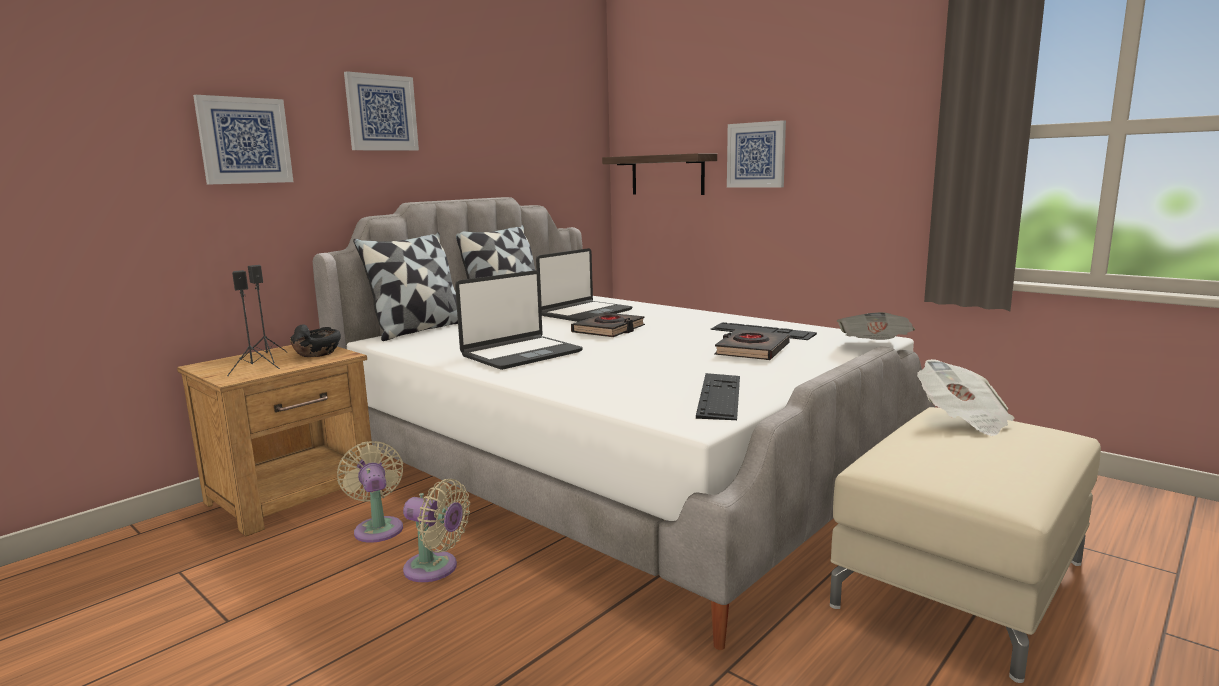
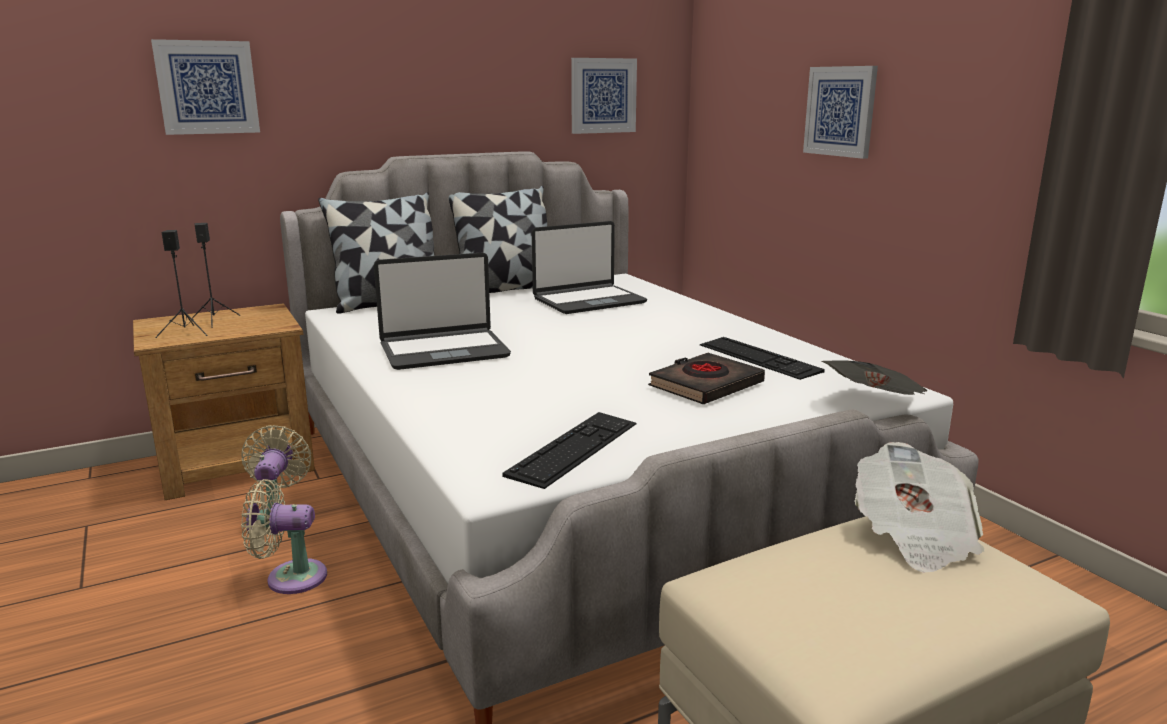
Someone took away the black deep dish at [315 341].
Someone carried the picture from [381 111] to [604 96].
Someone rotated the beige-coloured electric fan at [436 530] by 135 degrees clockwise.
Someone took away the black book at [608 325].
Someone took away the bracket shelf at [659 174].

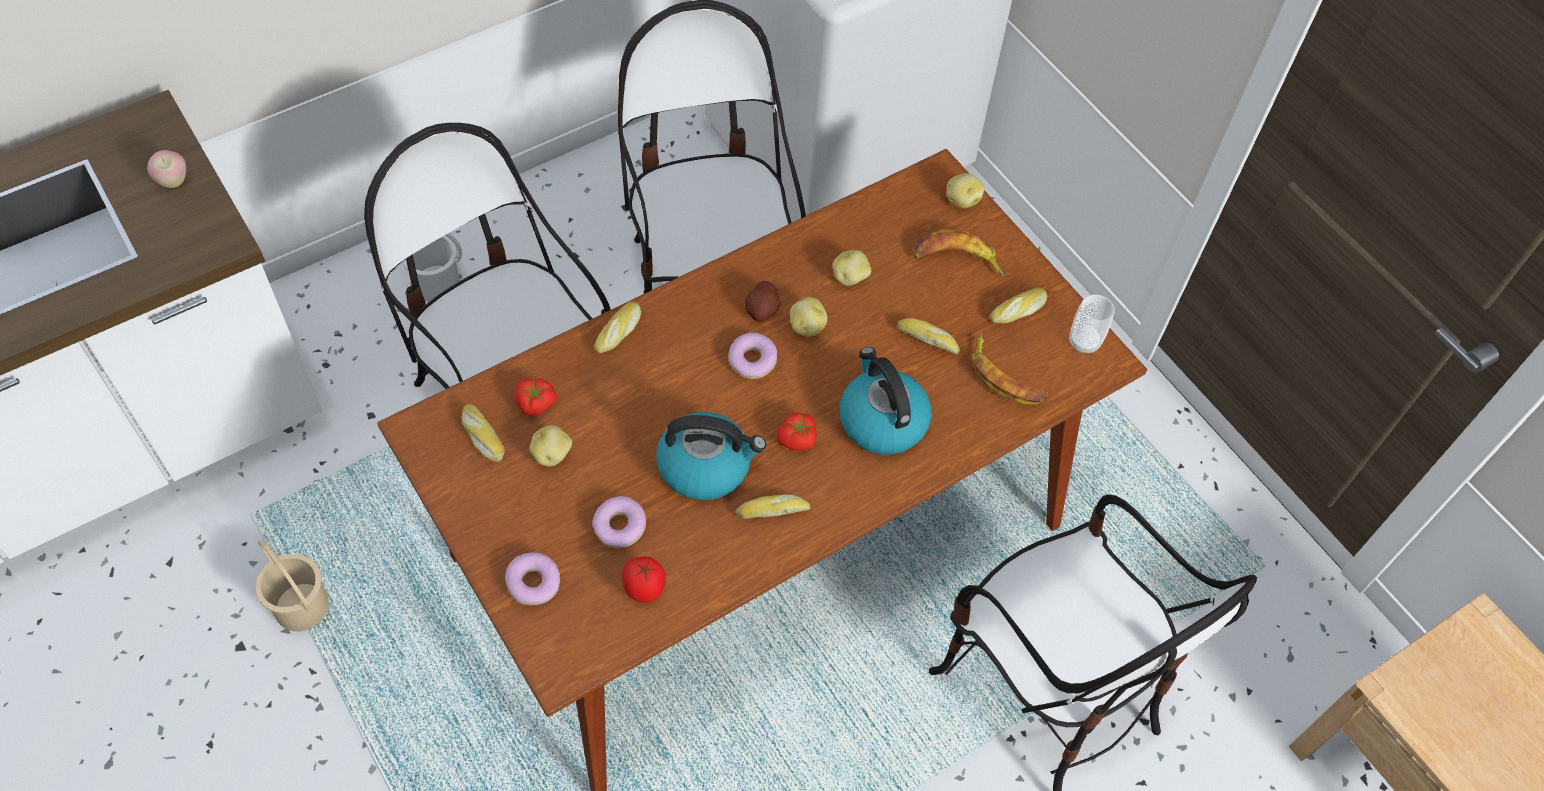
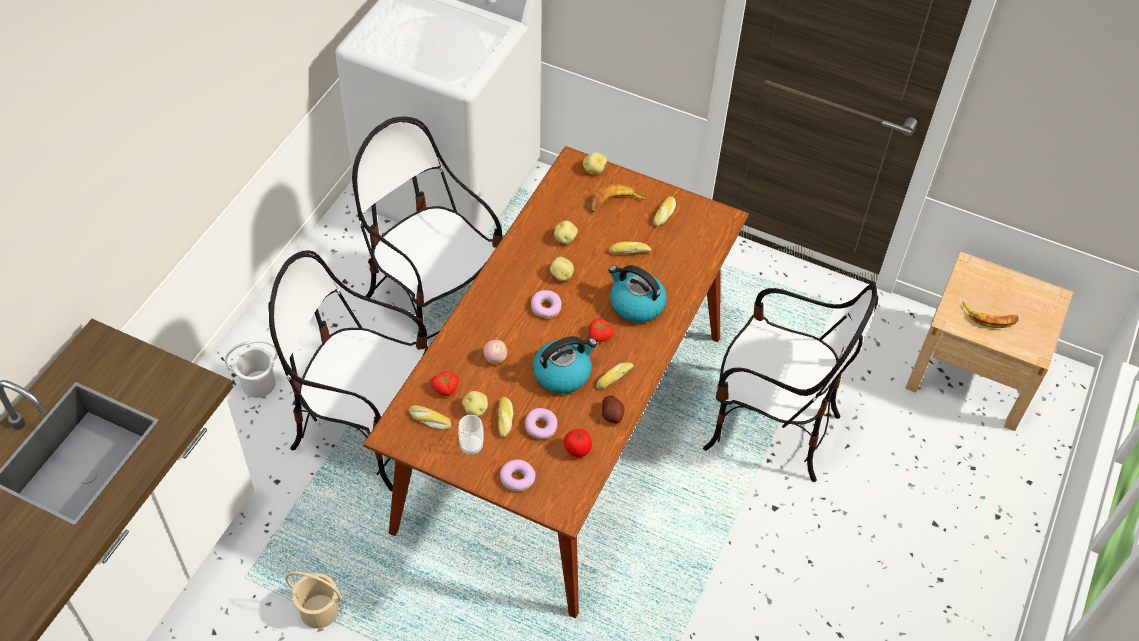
Someone carried the whole apple from [166 169] to [495 352].
Someone carried the bread from [617 327] to [506 417].
Someone carried the potato from [762 301] to [613 409].
Someone carried the whole banana from [1010 369] to [990 314].
Someone carried the small cup from [1092 323] to [471 435].

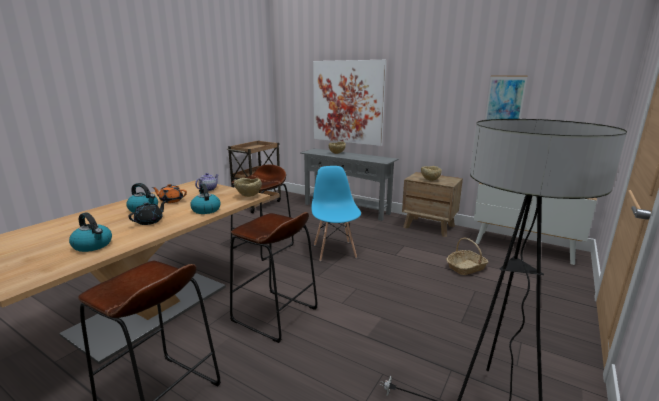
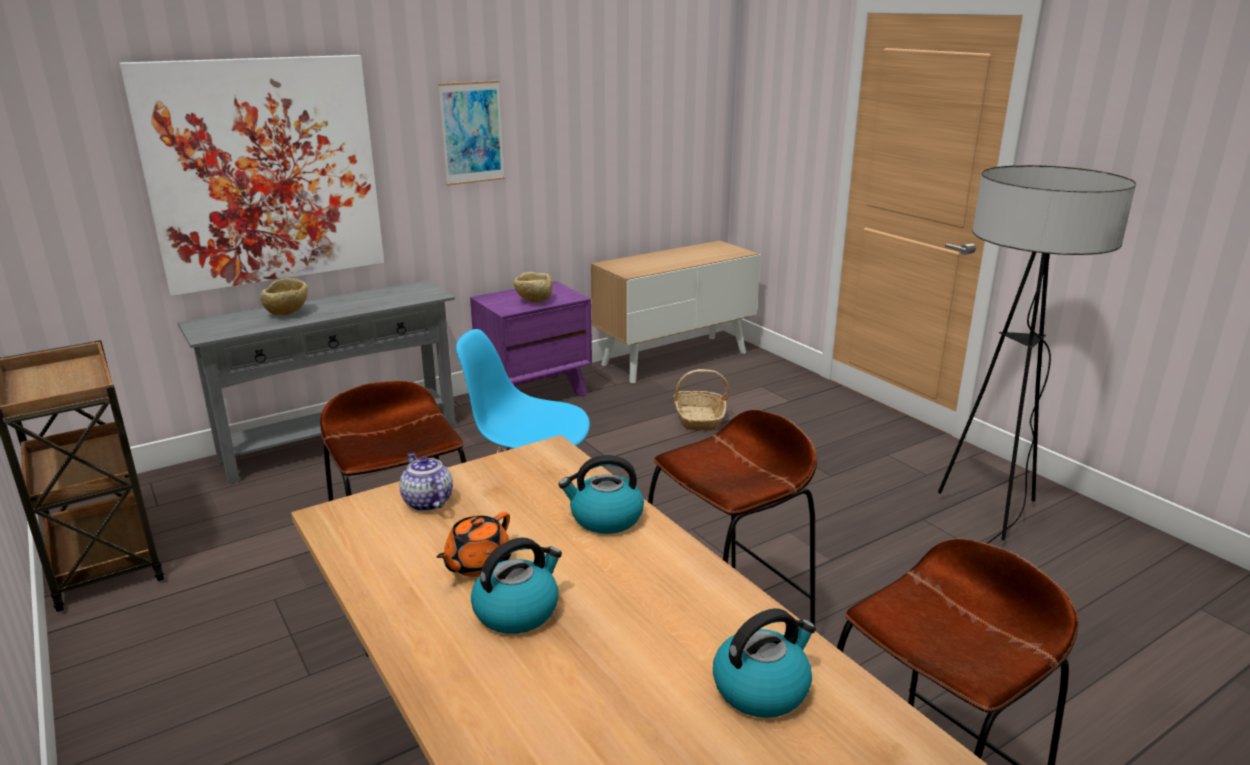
Someone took away the black teapot at [147 213].
Someone took away the beige-coloured deep dish at [248 187].
Someone repainted the brown bedside table at [432 204], which became the purplish bedside table at [531 339].
Someone carried the picture from [506 98] to [471 133].

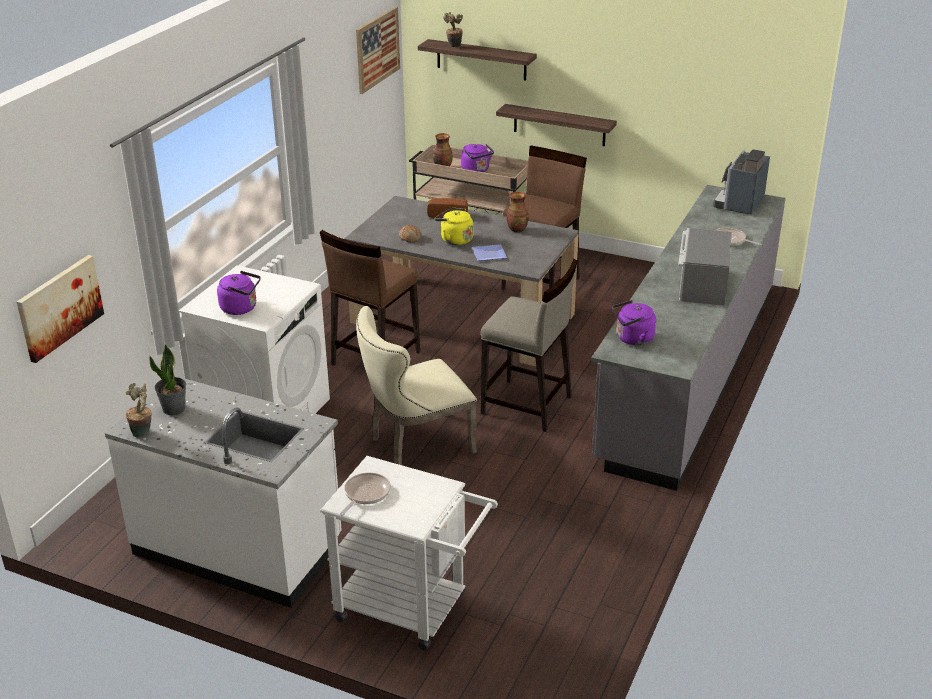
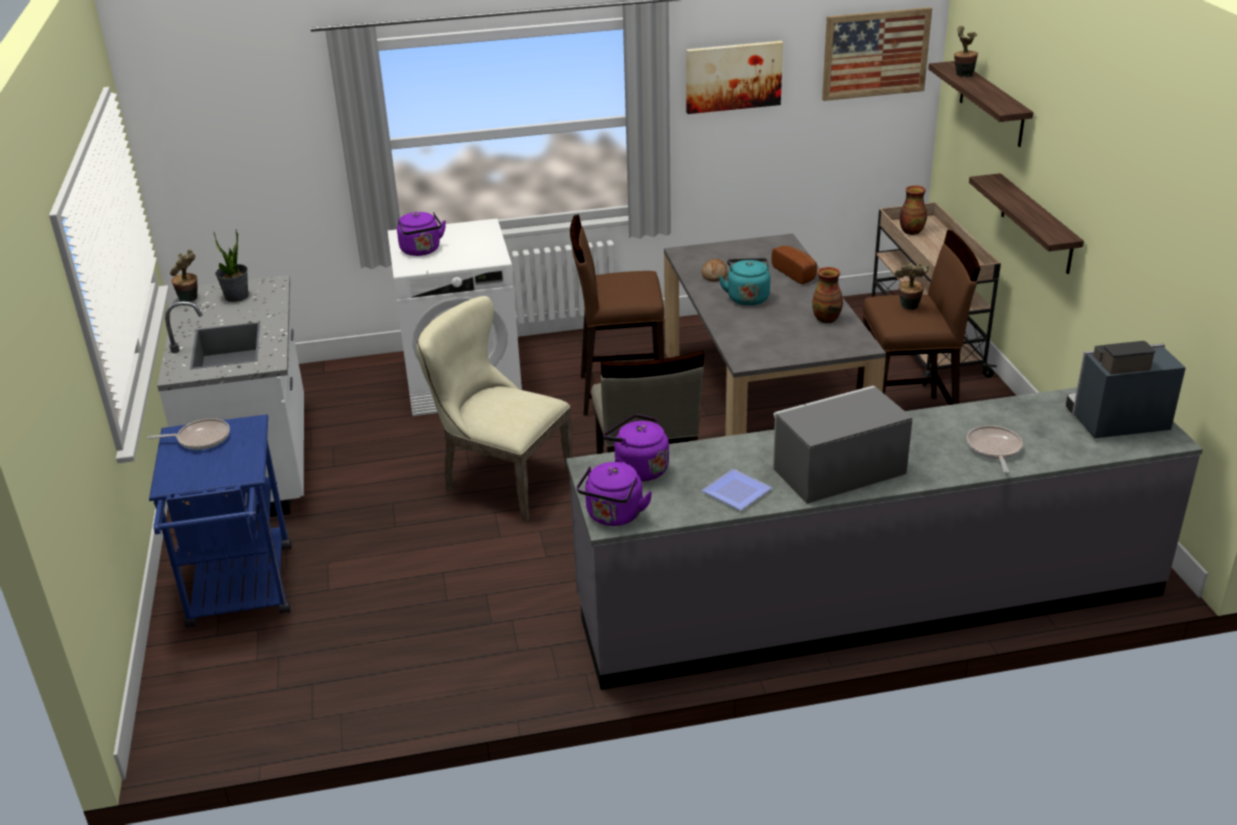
Someone carried the picture from [60 309] to [734 77].
Someone repainted the white-coloured trolley at [409 553], which became the blue trolley at [220 521].
Someone repainted the yellowish water kettle at [454 226], which became the turquoise-coloured water kettle at [744 282].
Someone carried the purplish water kettle from [477 158] to [615 494].
Someone carried the plate from [489 252] to [737 489].
Someone put down the plant in a pot at [912 286].

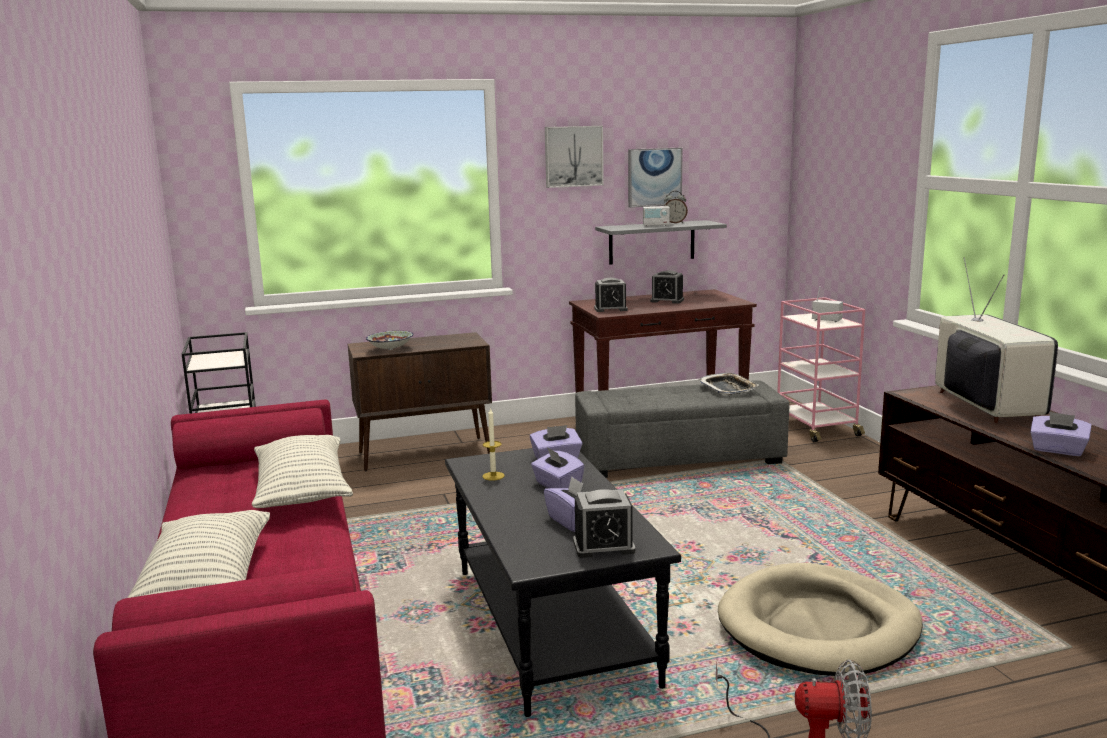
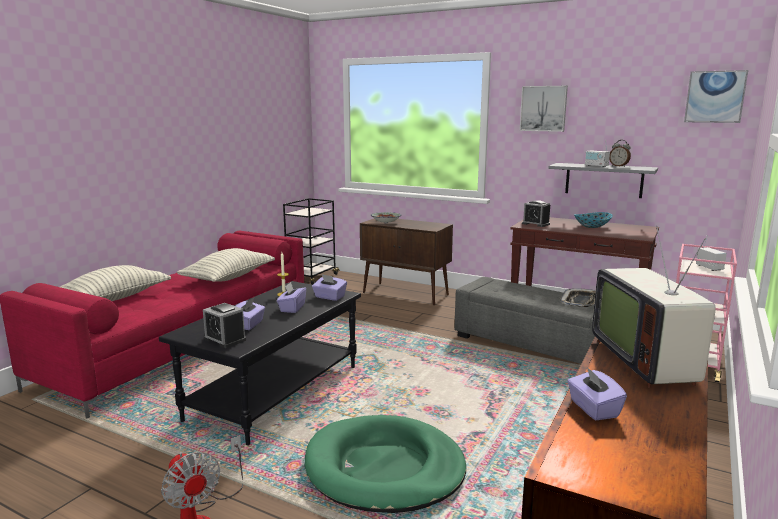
Someone carried the picture from [655 178] to [716 96].
Someone swapped the alarm clock at [667 287] for the deep dish at [593 220].
Someone repainted the beige-coloured pet bed at [820 619], which became the green-coloured pet bed at [385 464].
Someone rotated the TV set at [996 340] by 135 degrees clockwise.

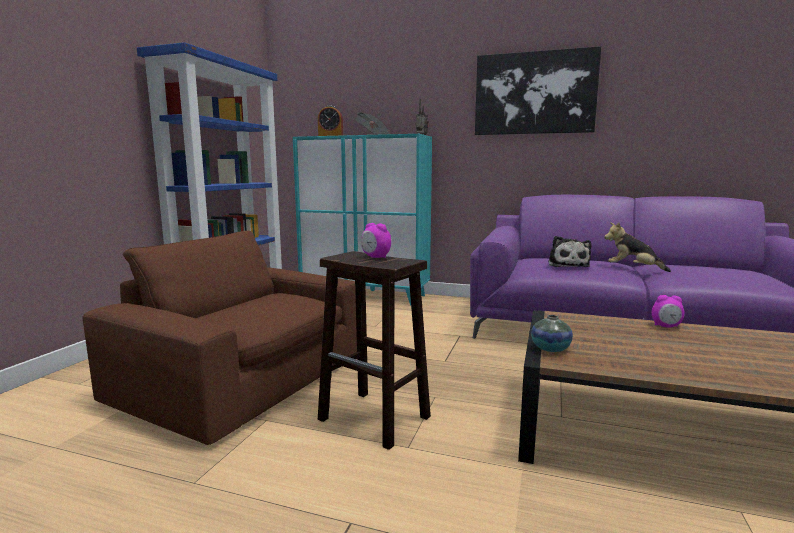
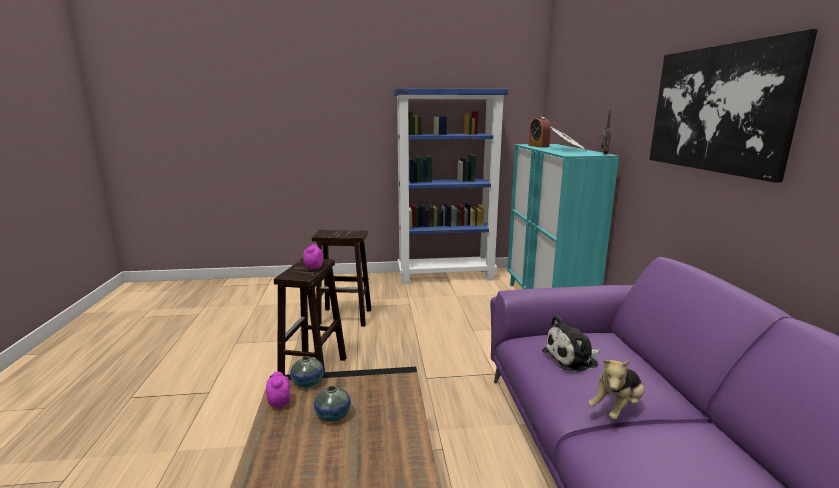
Someone swapped the brown easy chair at [220 338] for the brown sitting stool at [341 278].
Someone rotated the soft toy at [637 247] by 135 degrees counterclockwise.
Someone carried the alarm clock from [668 311] to [278 391].
Someone put down the flower vase at [332 404].

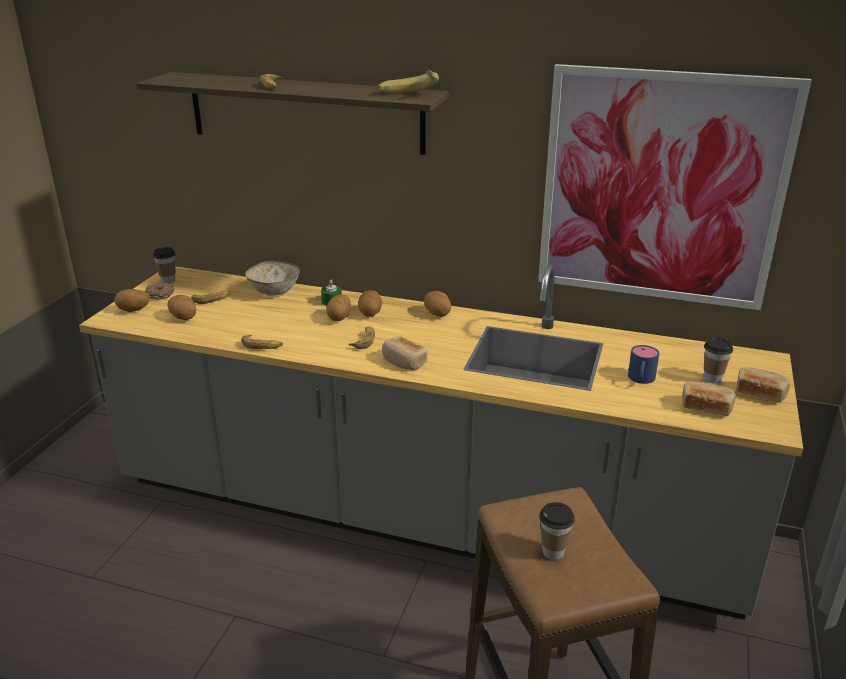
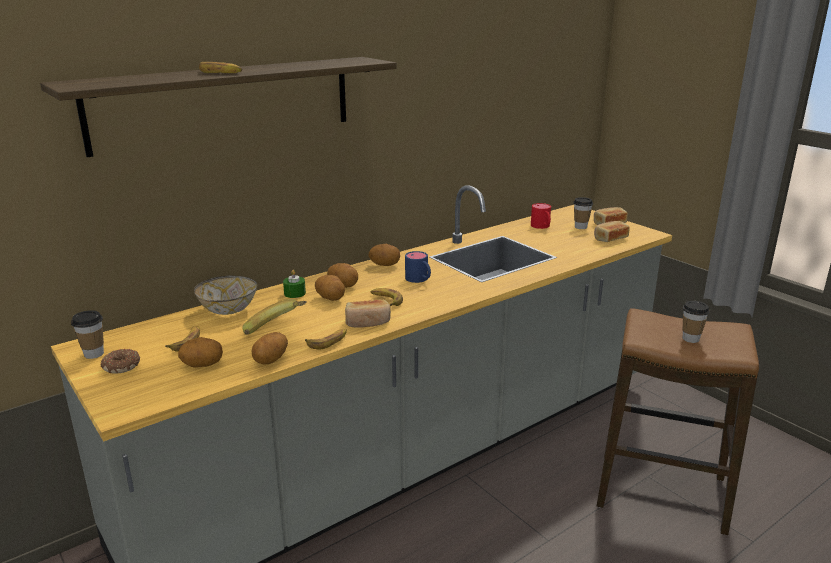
Someone carried the potato from [132 300] to [270 348].
Someone carried the whole banana from [408 81] to [274 317].
Someone carried the bread from [405 353] to [368 313].
Someone took away the picture at [674 187].
Someone carried the blue mug from [643 364] to [418 267].
Someone put down the reddish mug at [541 216].

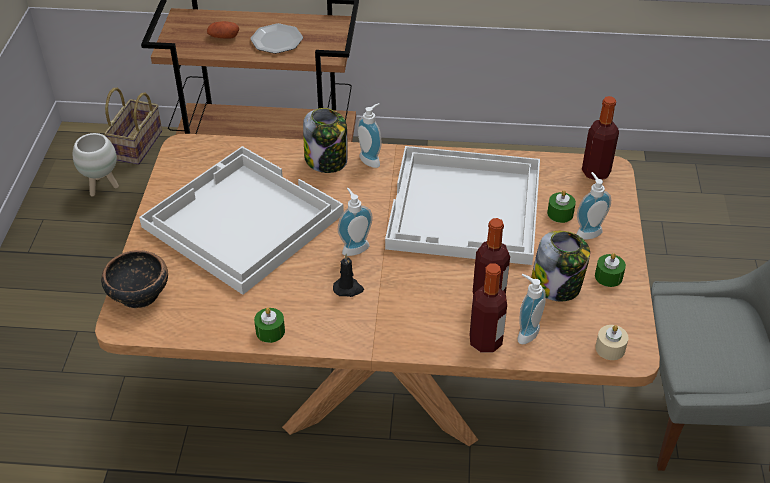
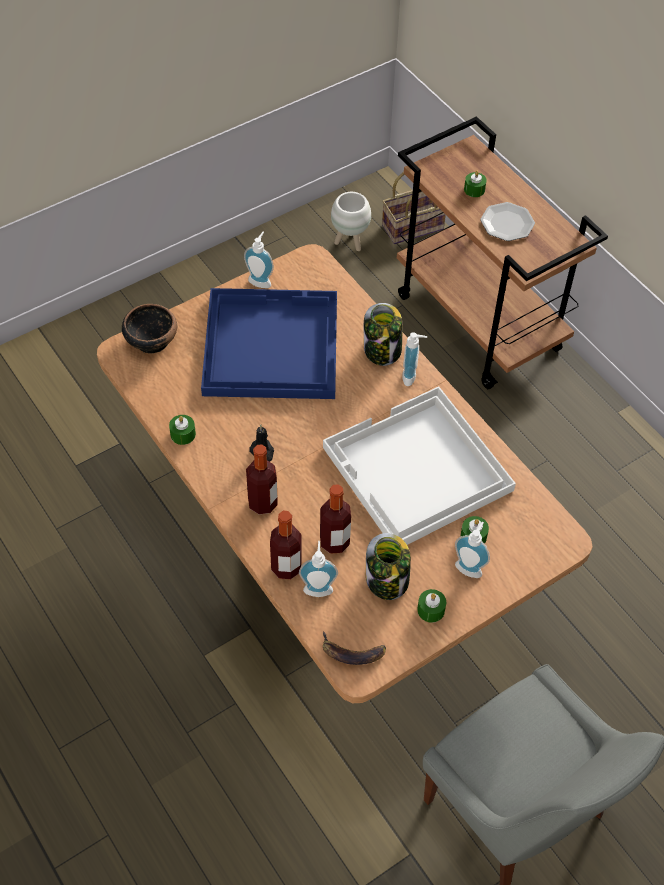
Someone repainted the white-coloured carrying tray at [241 220], which became the blue carrying tray at [269 343].
Someone swapped the potato at [223 29] for the green-coloured candle at [475 184].
Someone carried the soap dispenser from [355 222] to [259 260].
Someone carried the drink bottle from [600 138] to [262 479].
Someone swapped the beige-coloured candle at [611 342] for the whole banana at [354 648].

